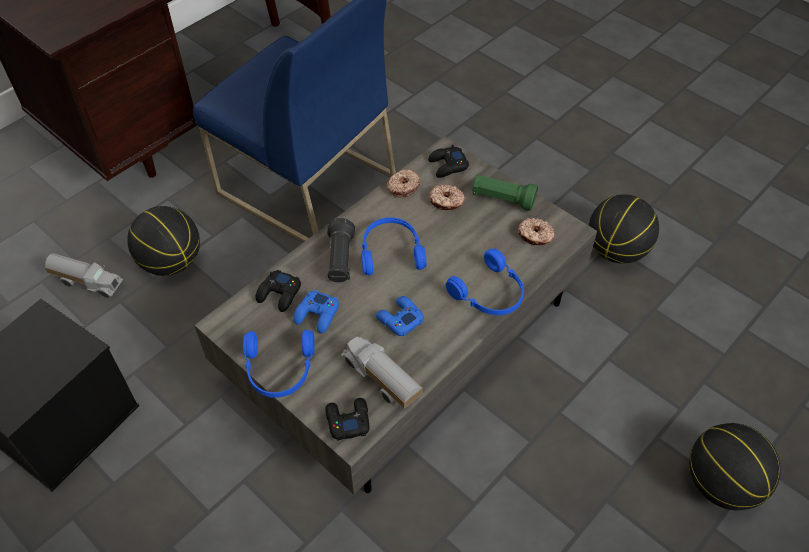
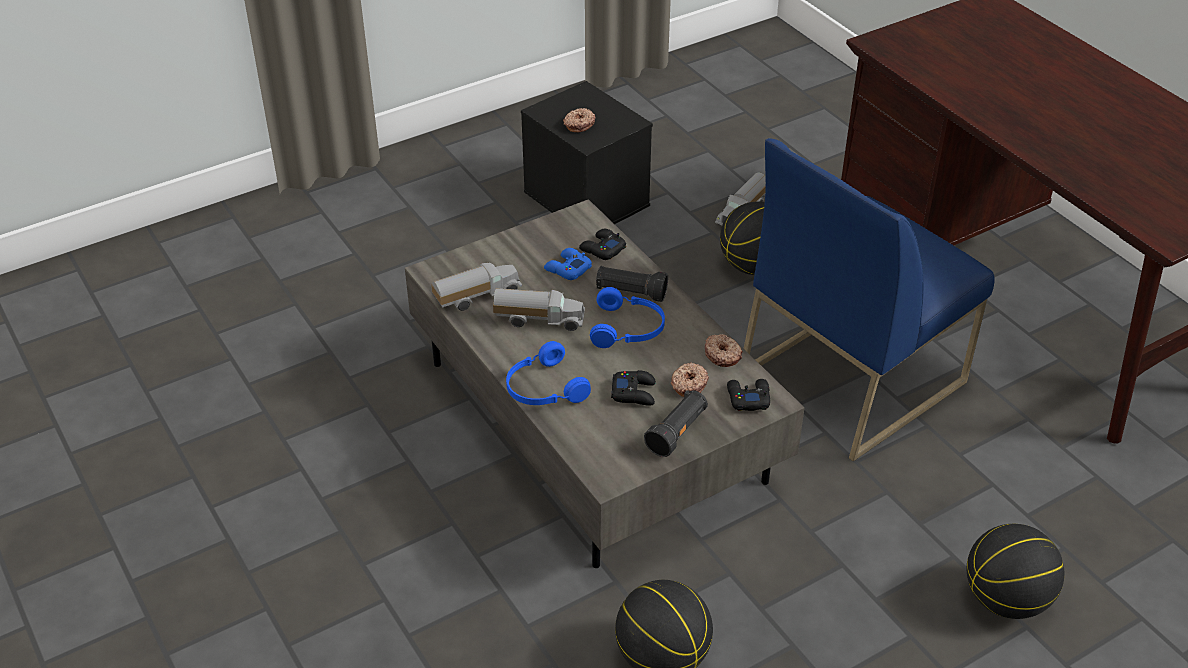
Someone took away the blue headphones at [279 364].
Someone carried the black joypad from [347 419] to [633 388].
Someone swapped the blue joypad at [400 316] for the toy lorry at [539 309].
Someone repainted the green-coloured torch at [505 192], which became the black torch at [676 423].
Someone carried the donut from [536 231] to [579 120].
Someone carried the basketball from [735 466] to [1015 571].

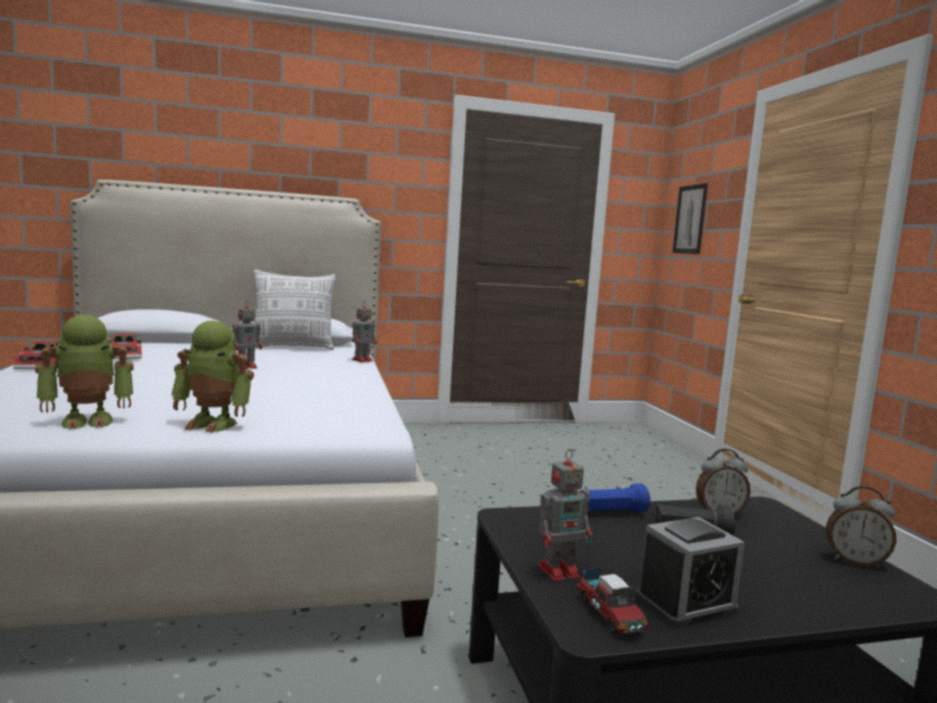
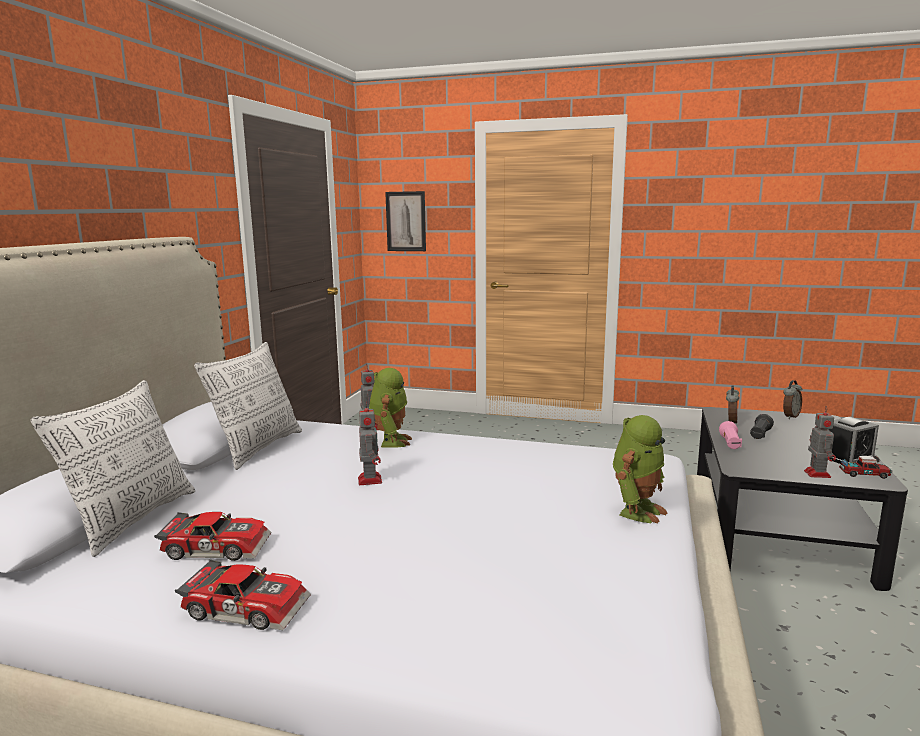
Someone carried the model robot from [84 372] to [390 408].
Someone repainted the blue torch at [615 498], which became the pink torch at [730 435].
Someone rotated the alarm clock at [690 572] by 60 degrees clockwise.
Someone put down the throw pillow at [113 468].

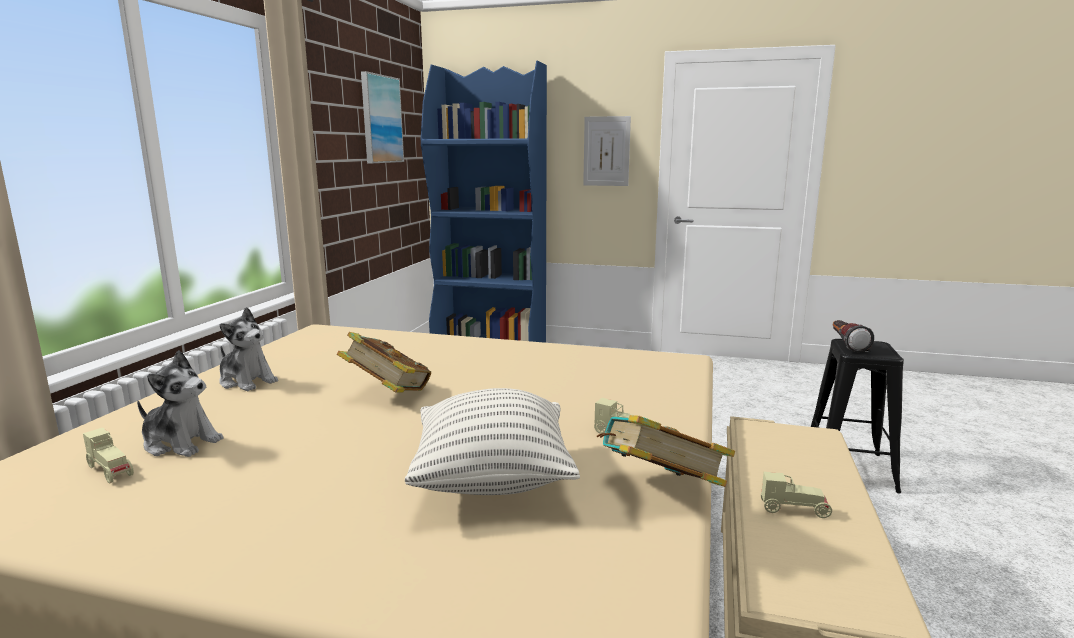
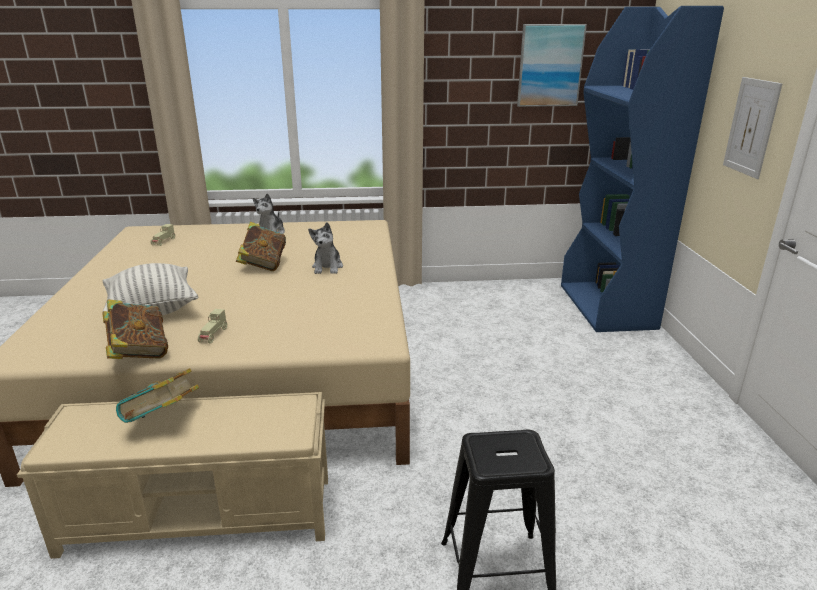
Someone carried the soft toy from [180 403] to [325 248].
Someone swapped the beige-coloured miniature car at [796 495] for the book at [157 395].
Someone took away the torch at [853 336].

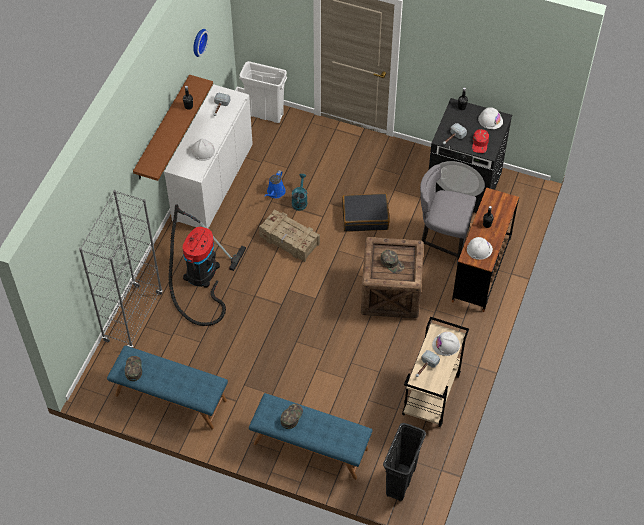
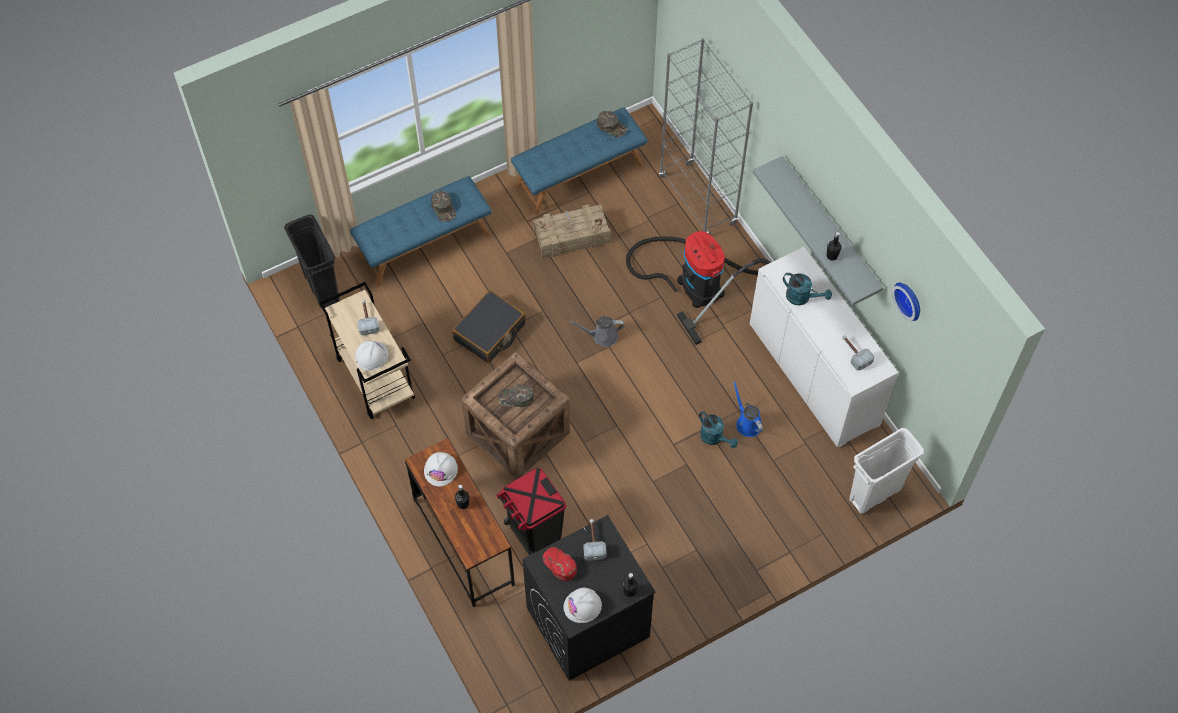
Someone repainted the brown bracket shelf at [173 127], which became the gray bracket shelf at [818 231].
Someone swapped the white-coloured hard hat at [203 150] for the turquoise-coloured watering pot at [807 289].
Someone carried the shipping crate from [289 236] to [571 231].
Someone carried the black suitcase from [366 212] to [489 326].
Someone swapped the gray plain chair at [448 214] for the black waste bin at [531 511].
Someone put down the gray watering pot at [597 331].

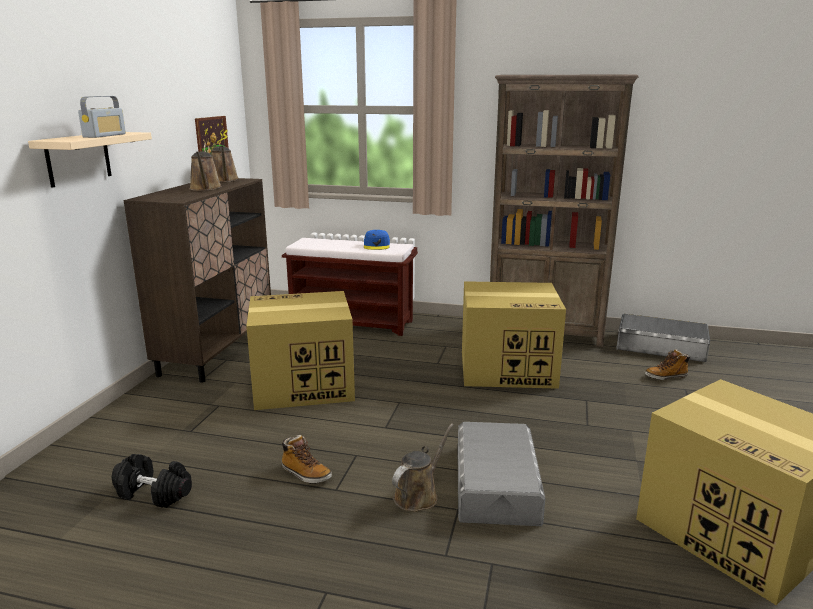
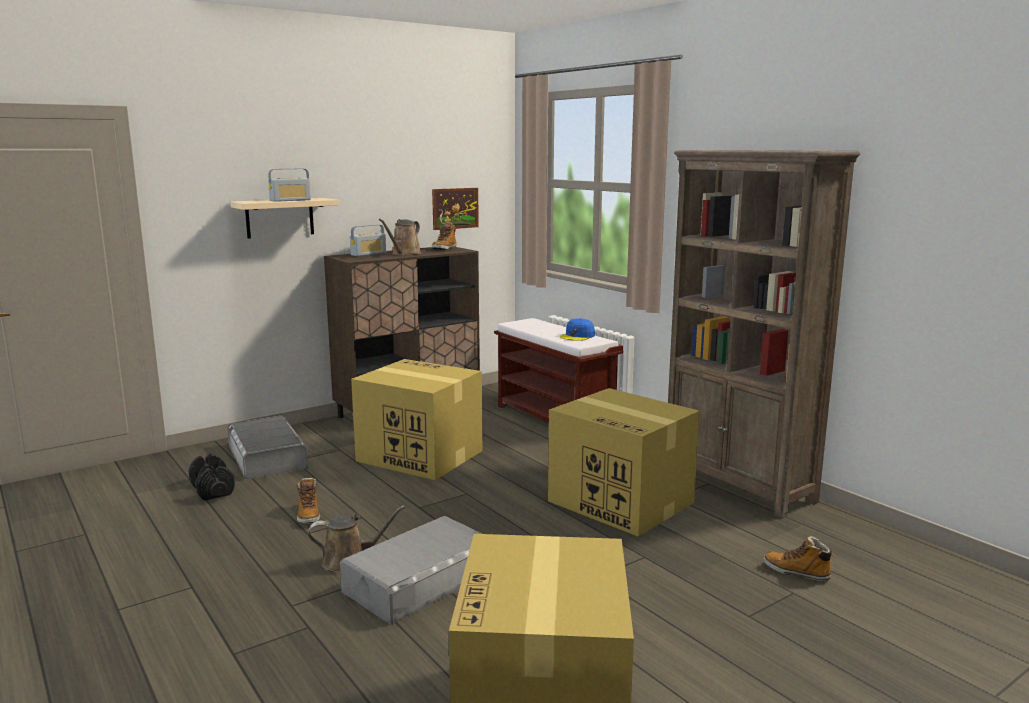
Someone swapped the brown watering pot at [225 164] for the tall boot at [444 236].
Someone carried the gray storage container from [663 338] to [267 448].
Someone put down the radio set at [368 240].

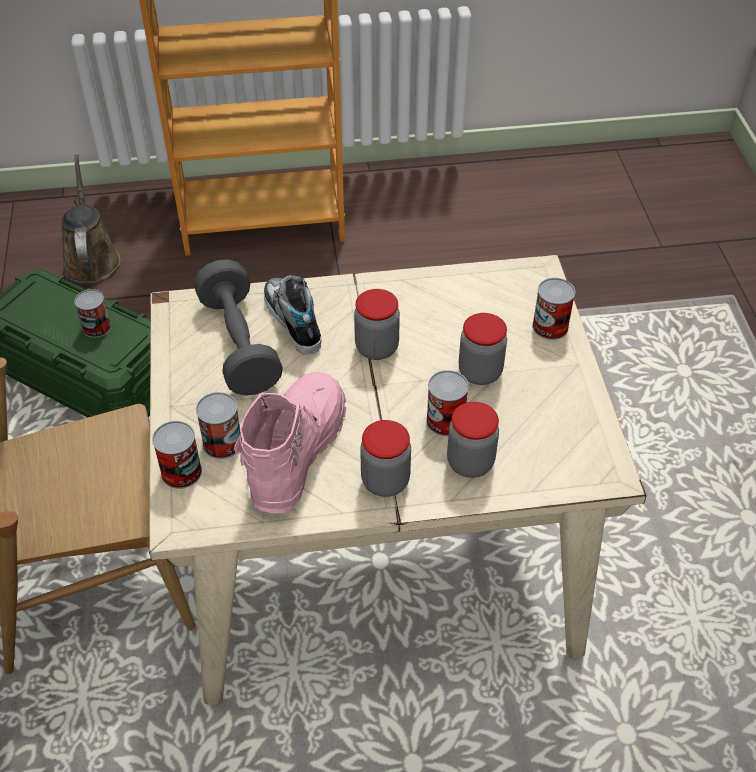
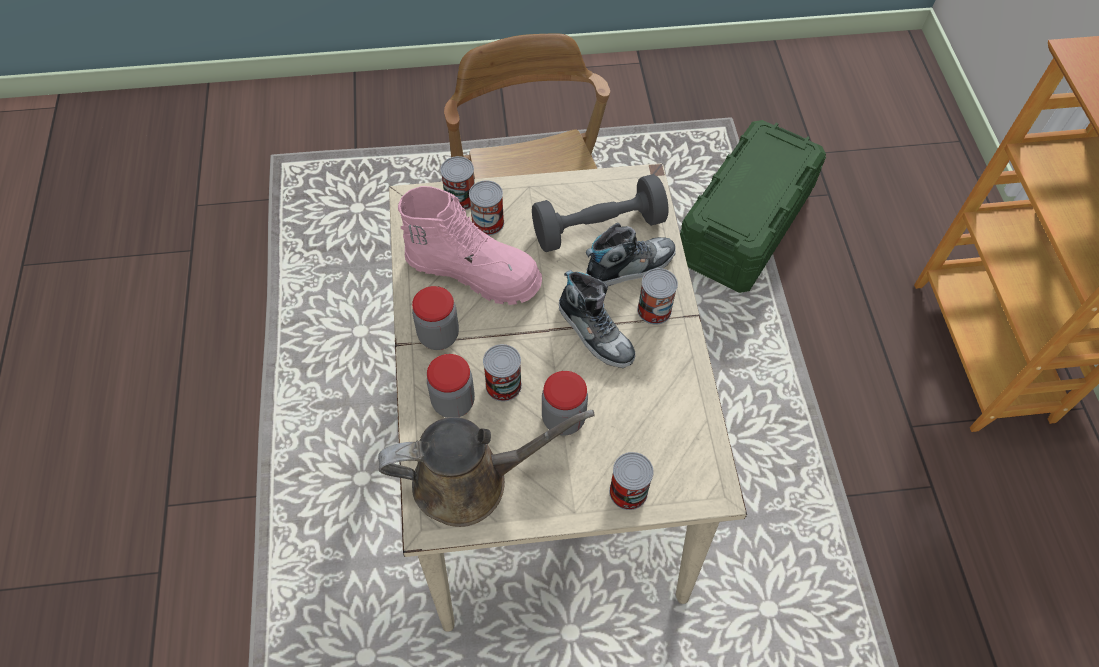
Someone carried the brown watering pot from [91 219] to [486 468].
Someone carried the metal can from [92 313] to [657 296].
Someone swapped the preserve jar at [377 324] for the low shoe at [597 319].

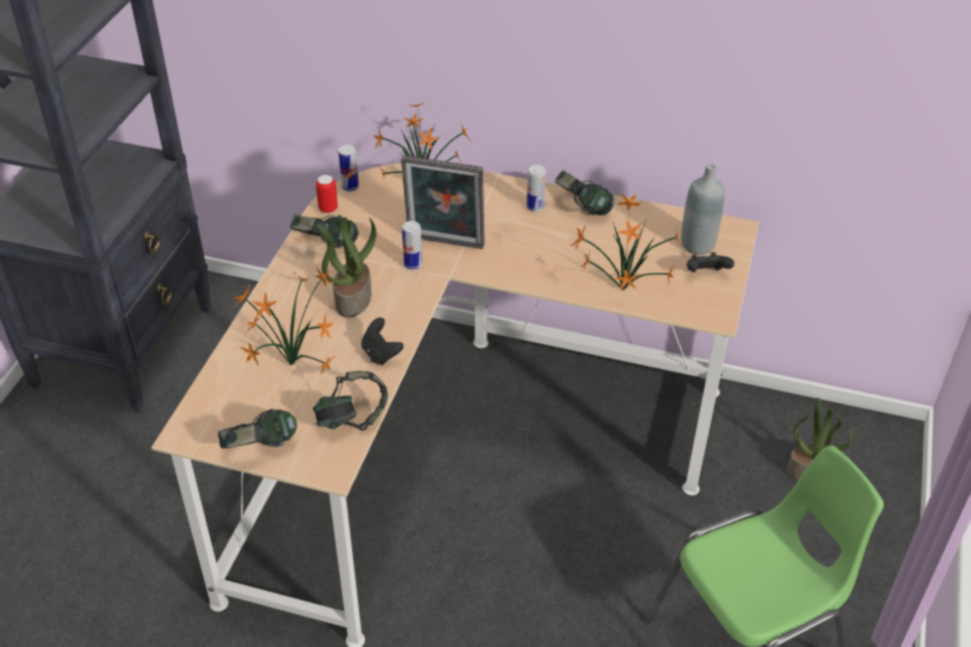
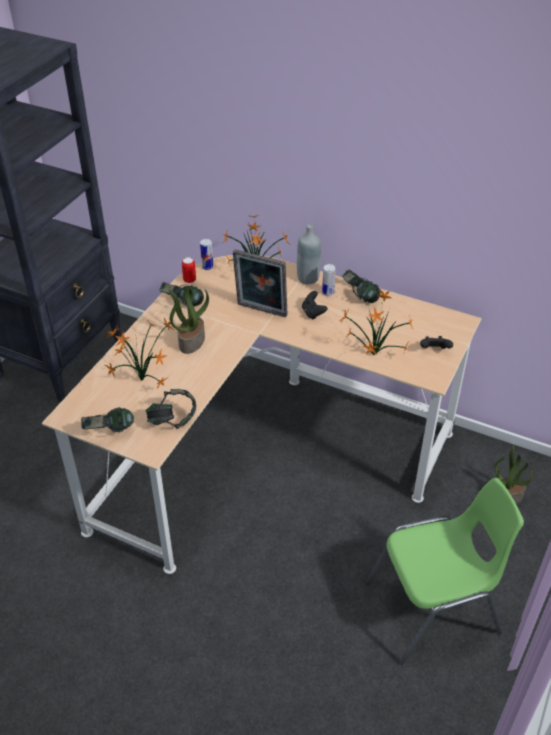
Someone carried the black joypad from [382 342] to [315 305].
Someone took away the metal can at [412 245].
Someone carried the gray drink bottle from [702 209] to [309 254].

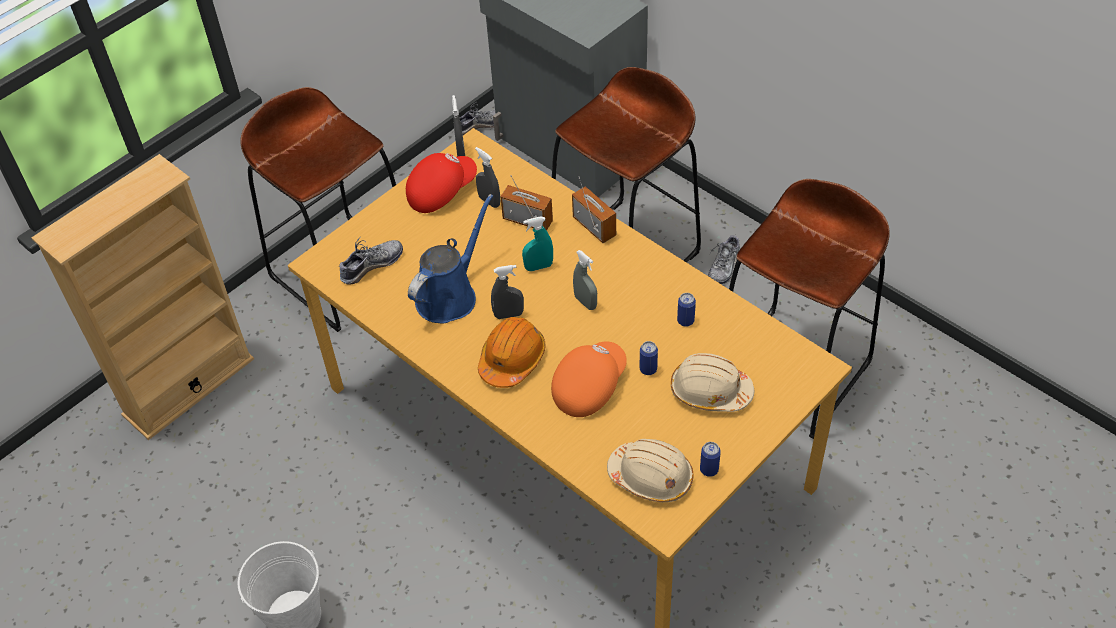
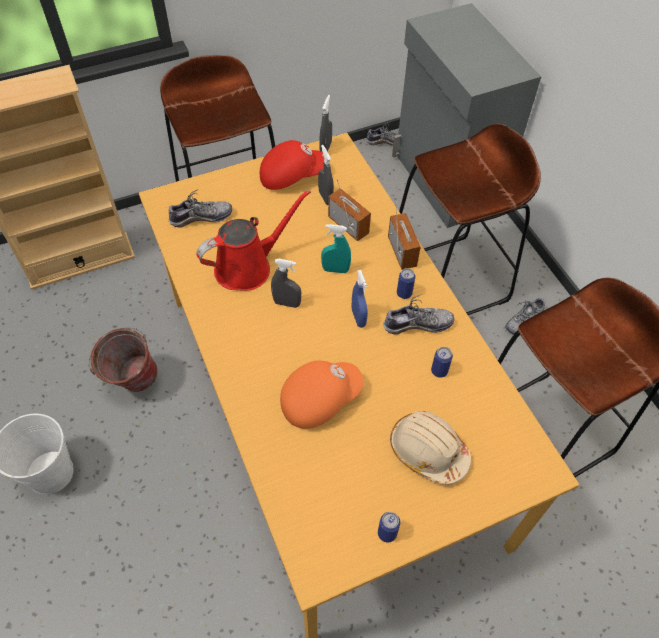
Someone repainted the blue watering pot at [450 258], which became the reddish watering pot at [253 240].
Someone took away the orange-coloured hard hat at [512 352].
Someone repainted the gray spray bottle at [585 280], which became the blue spray bottle at [360 299].
Someone took away the beige-coloured hard hat at [650 470].
Someone carried the metal can from [649 358] to [406 283].
Someone put down the bucket at [123 359].
Someone put down the low shoe at [418 315].

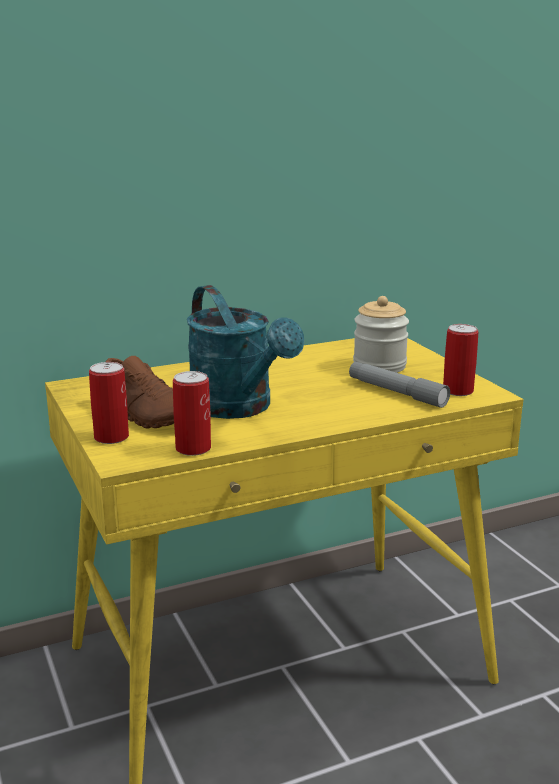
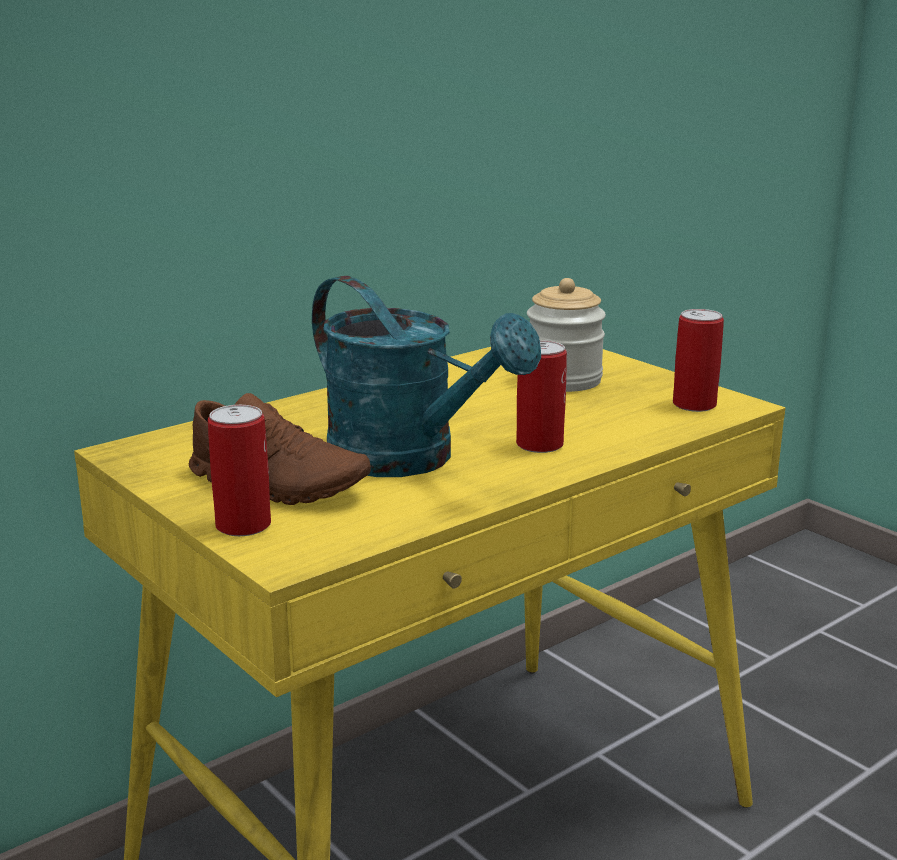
Someone carried the metal can from [192 413] to [541 396].
Someone took away the gray torch at [399 385].

